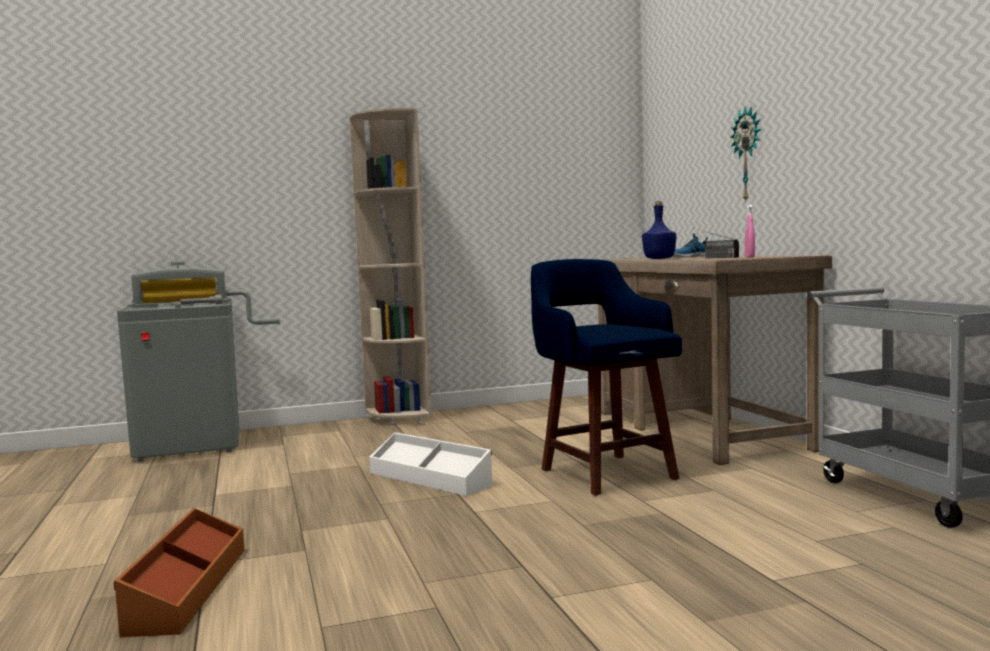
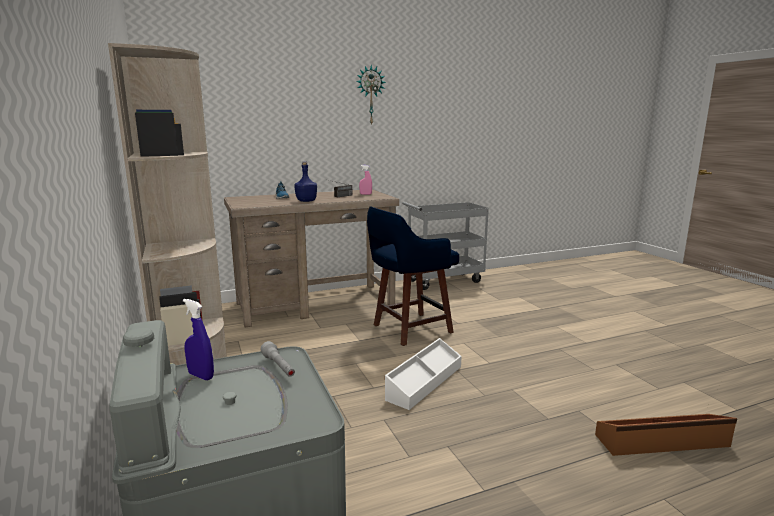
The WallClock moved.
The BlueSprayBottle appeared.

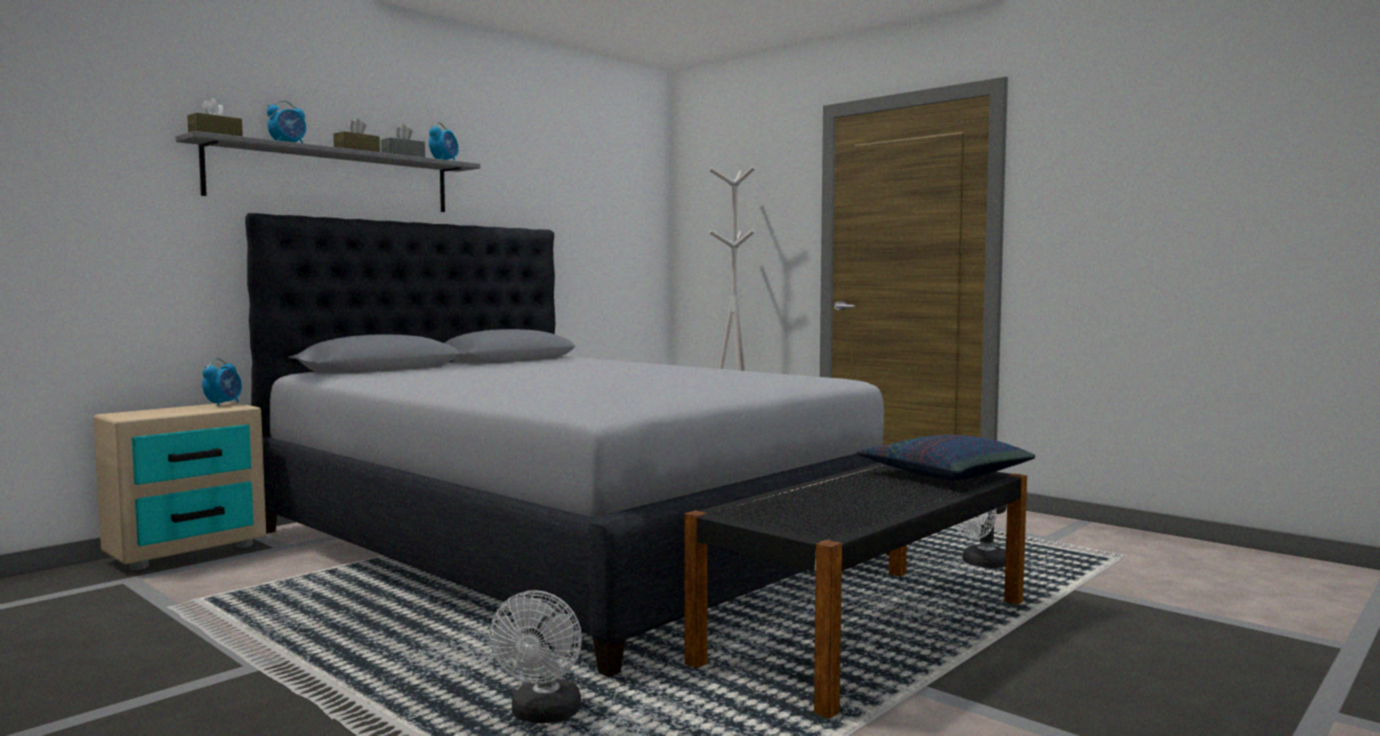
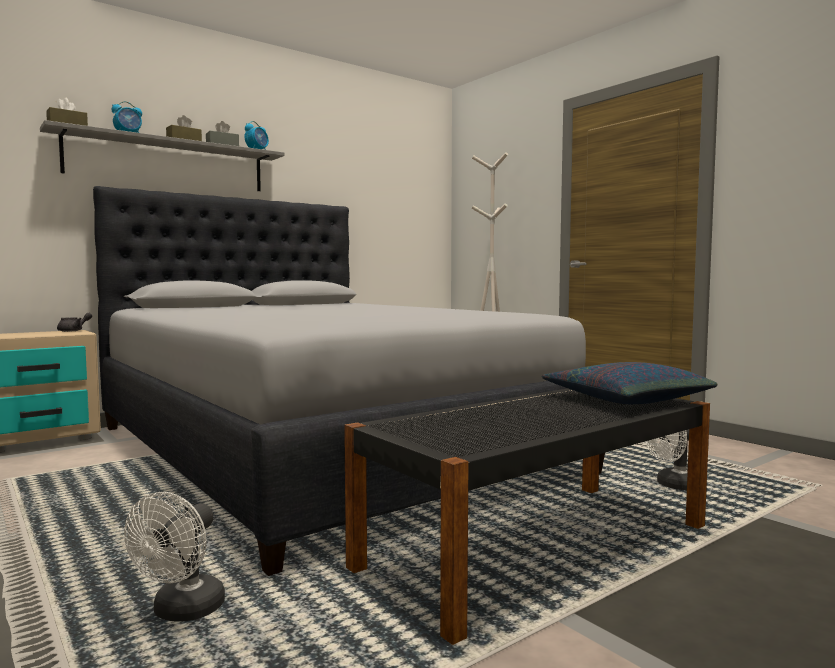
The AlarmClock (no. 1 from left) was replaced by the GreyTeapot.

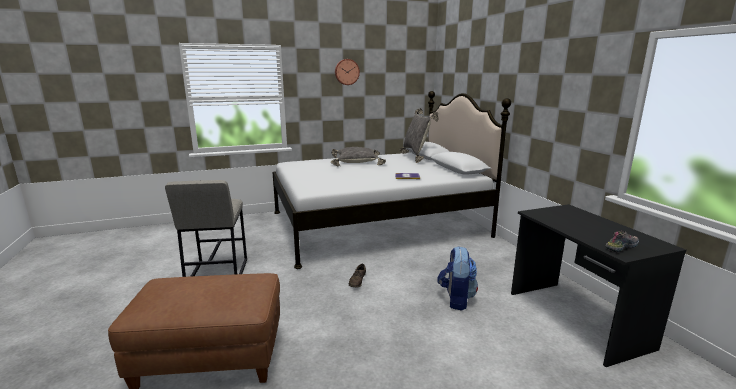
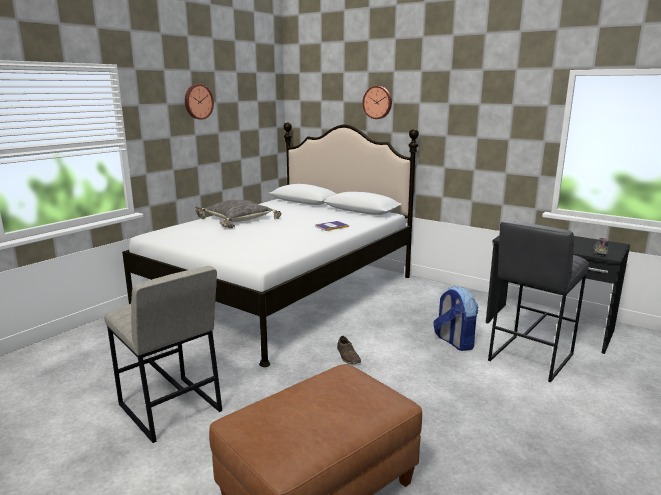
The Pillow (no. 2 from left) disappeared.
The WallClock (no. 2 from left) appeared.
The GreyStool appeared.

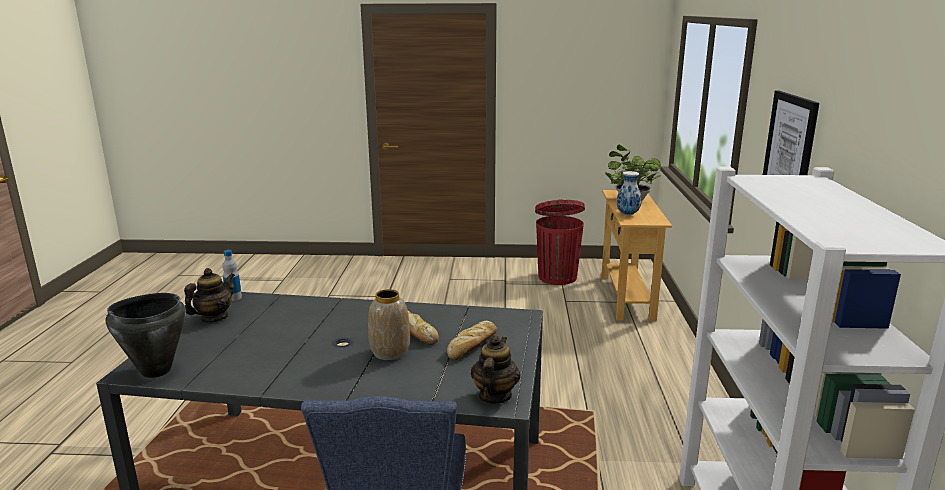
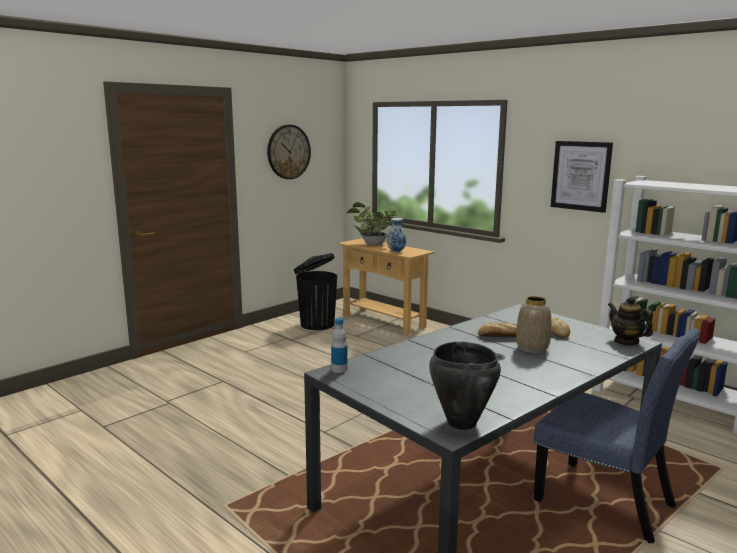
The Teapot (no. 1 from left) disappeared.
The RedTrashCan became the BlackTrashCan.
The WallClock appeared.

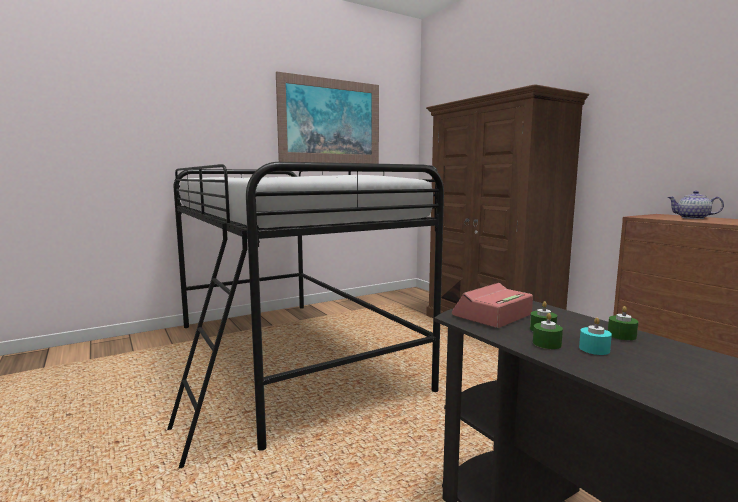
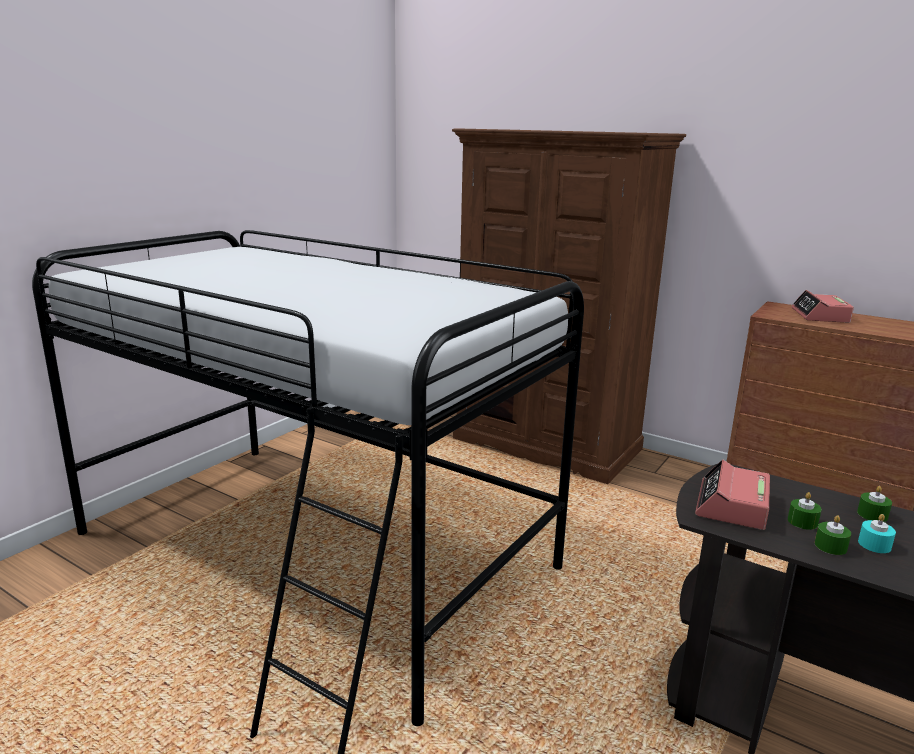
The Picture disappeared.
The Teapot was replaced by the AlarmClock (no. 2 from left).

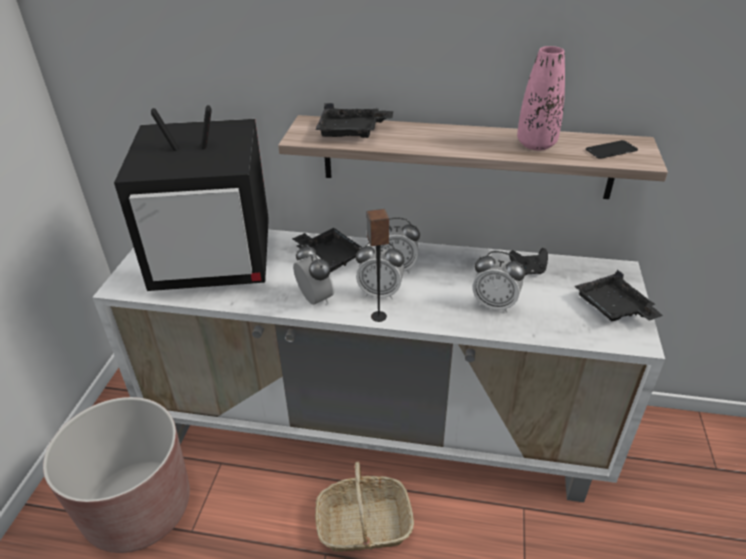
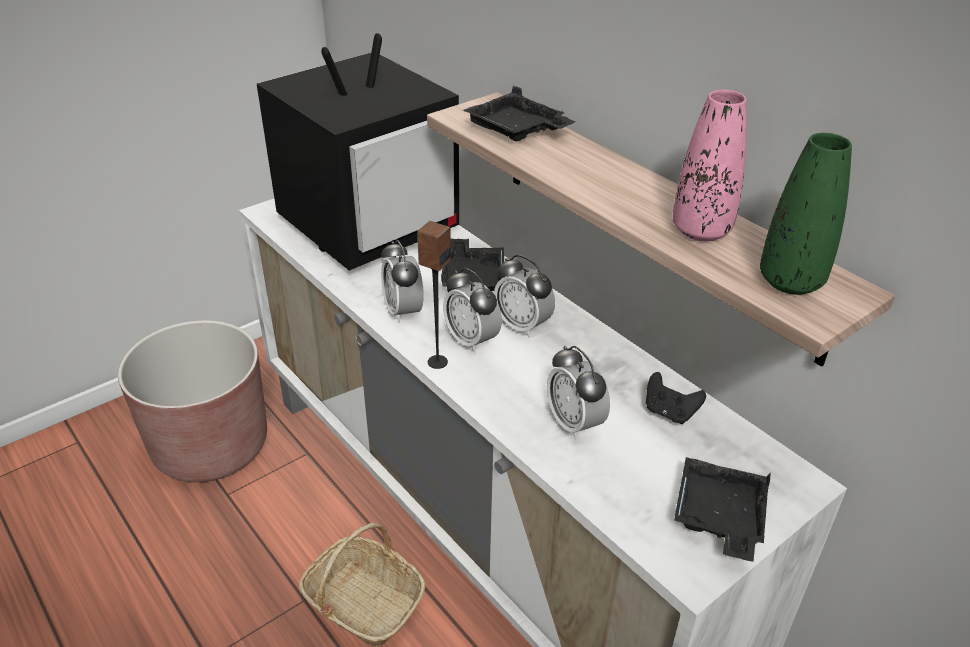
The Television turned 75 degrees counterclockwise.
The AlarmClock (no. 1 from left) turned 150 degrees clockwise.
The Phone was replaced by the GreenVase.

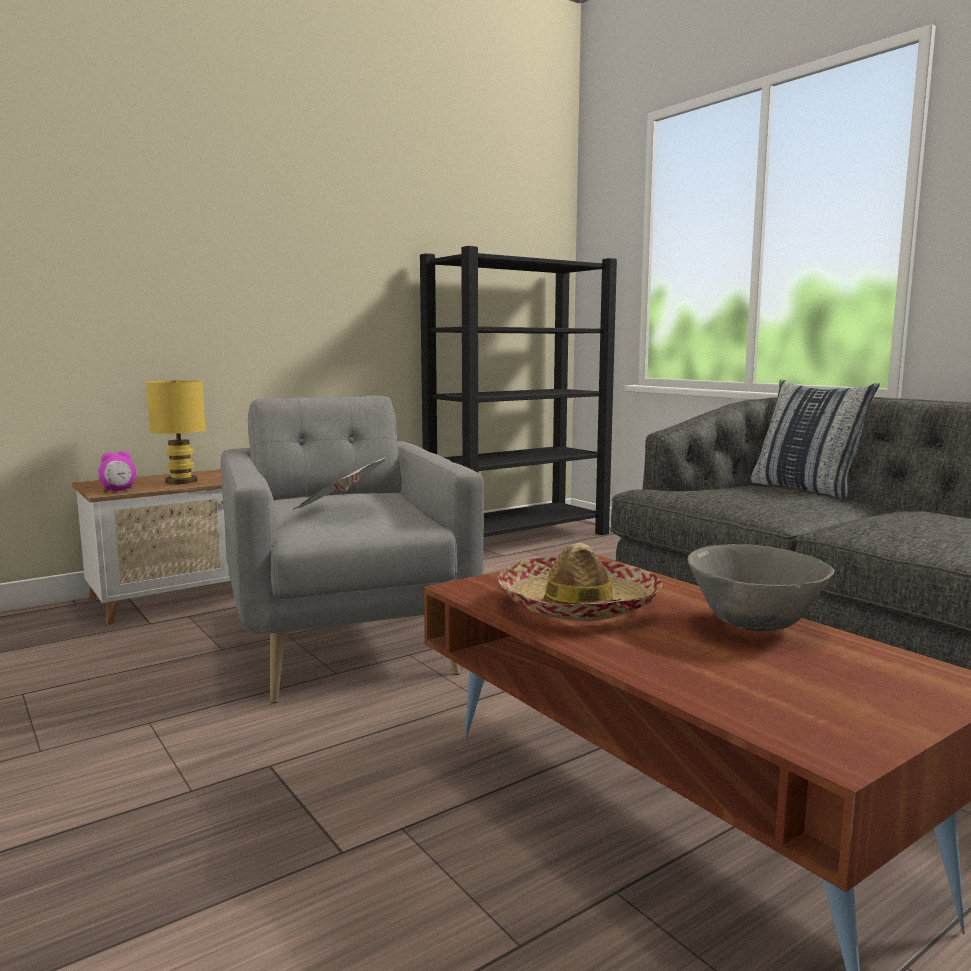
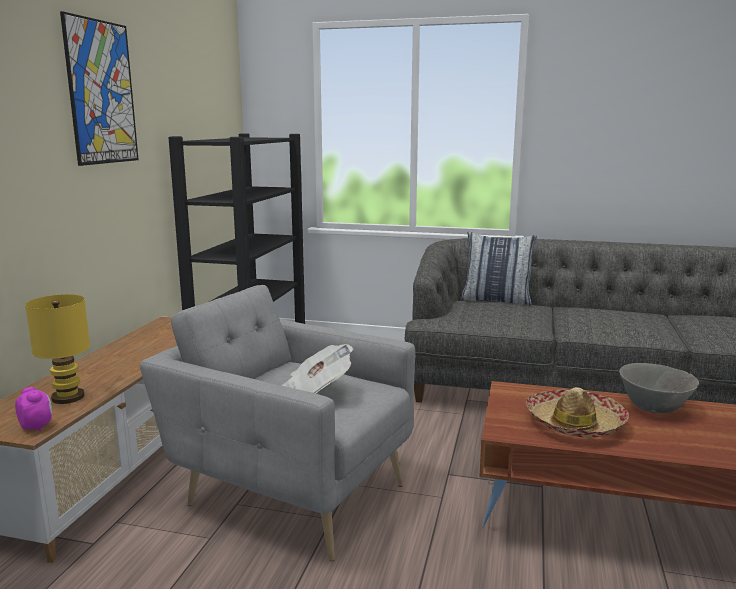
The AlarmClock turned 60 degrees counterclockwise.
The Picture appeared.

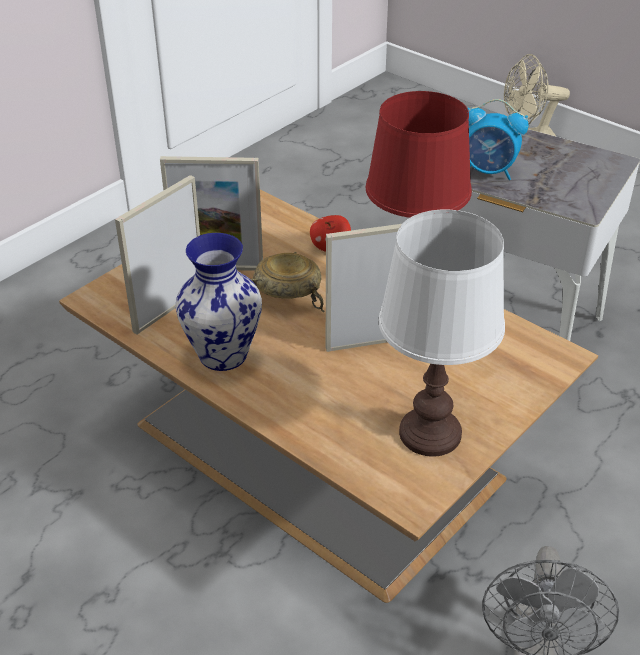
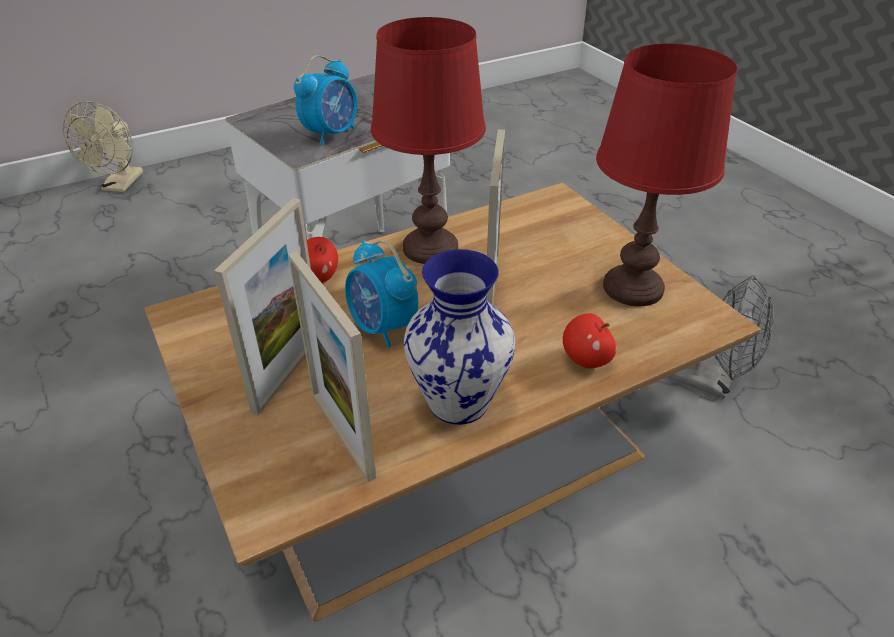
The BeigeBowl was replaced by the AlarmClock (no. 2 from left).
The WhiteTableLamp became the RedTableLamp (no. 2 from left).
The Apple (no. 2 from left) appeared.

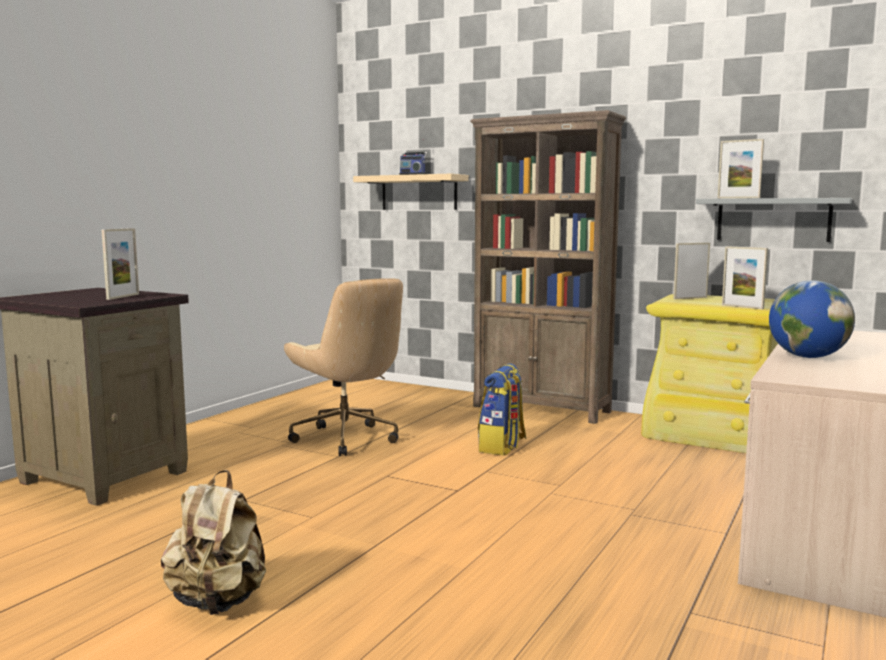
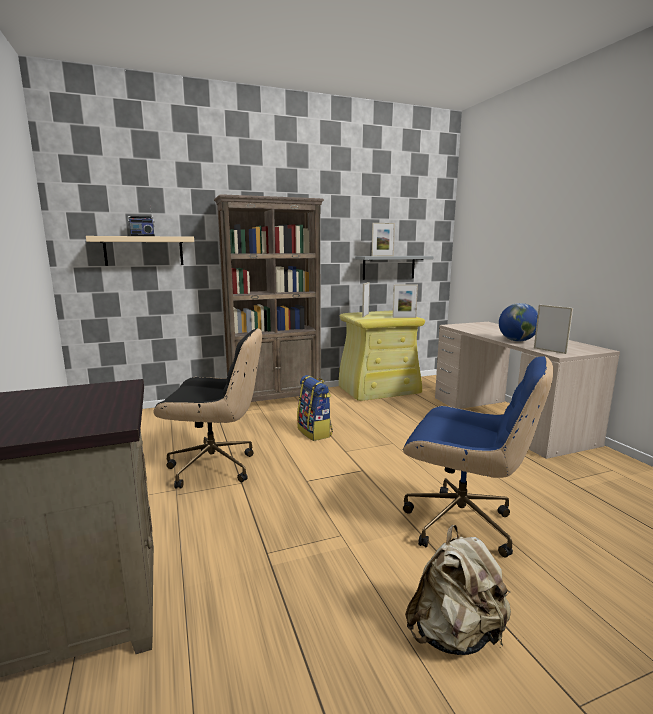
The PictureFrame (no. 1 from left in the first image) moved.
The BeigeOfficeChair became the BlackOfficeChair.
The BlueOfficeChair appeared.

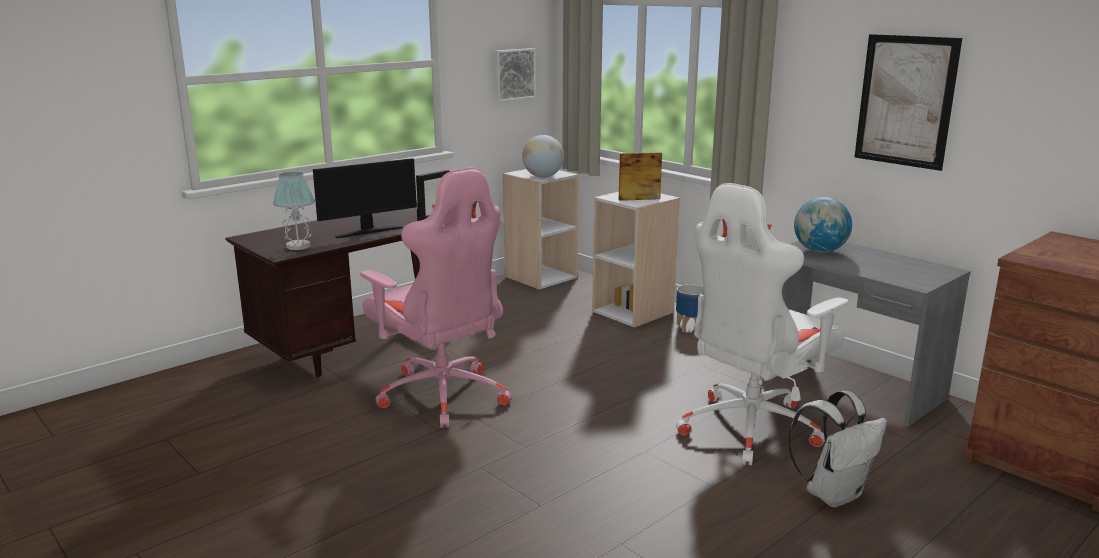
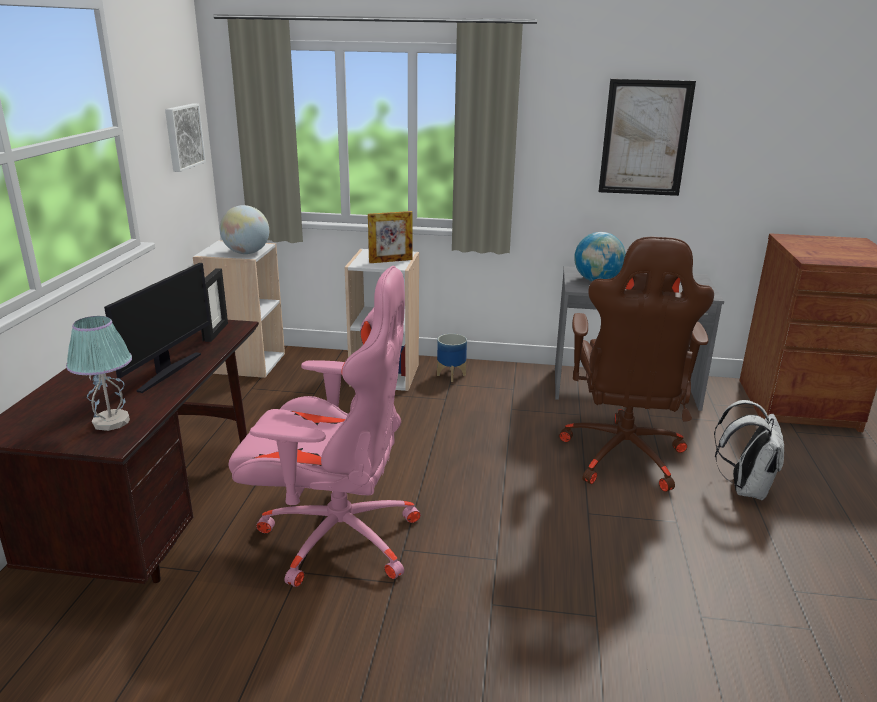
The PictureFrame (no. 2 from left) turned 150 degrees counterclockwise.
The WhiteOfficeChair became the BrownOfficeChair.

